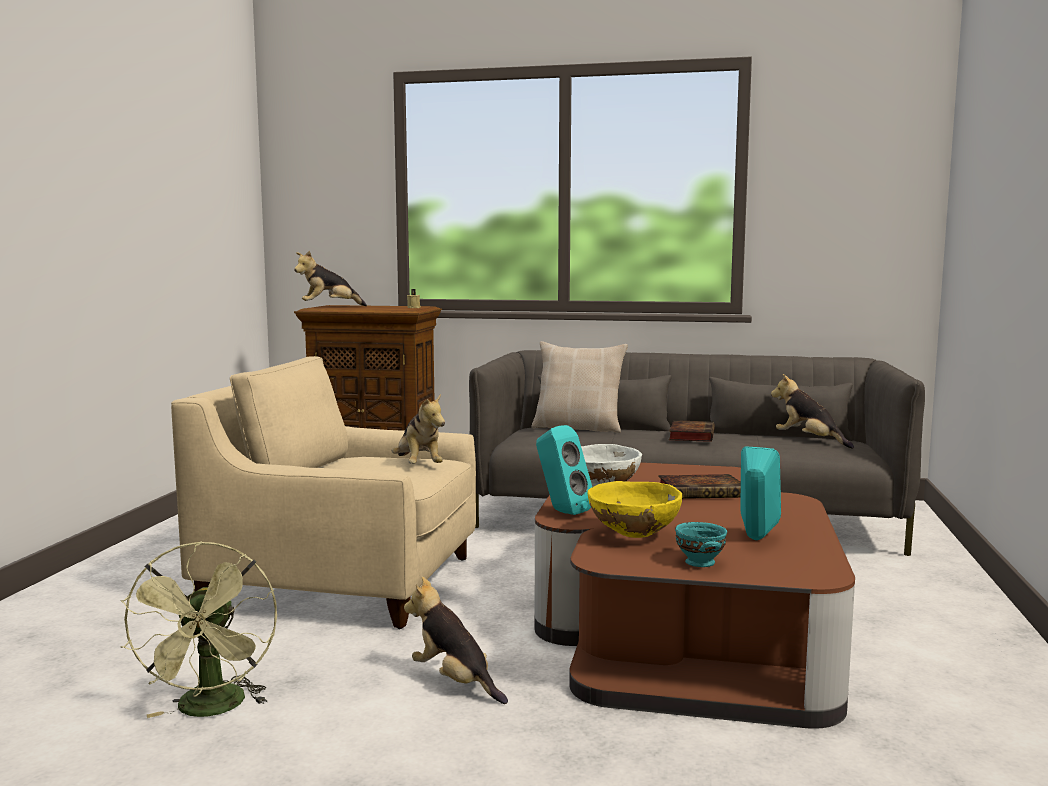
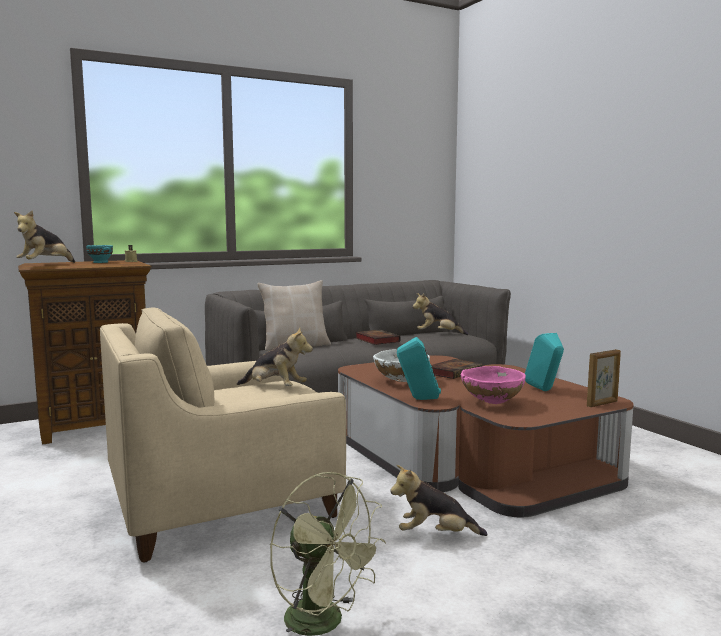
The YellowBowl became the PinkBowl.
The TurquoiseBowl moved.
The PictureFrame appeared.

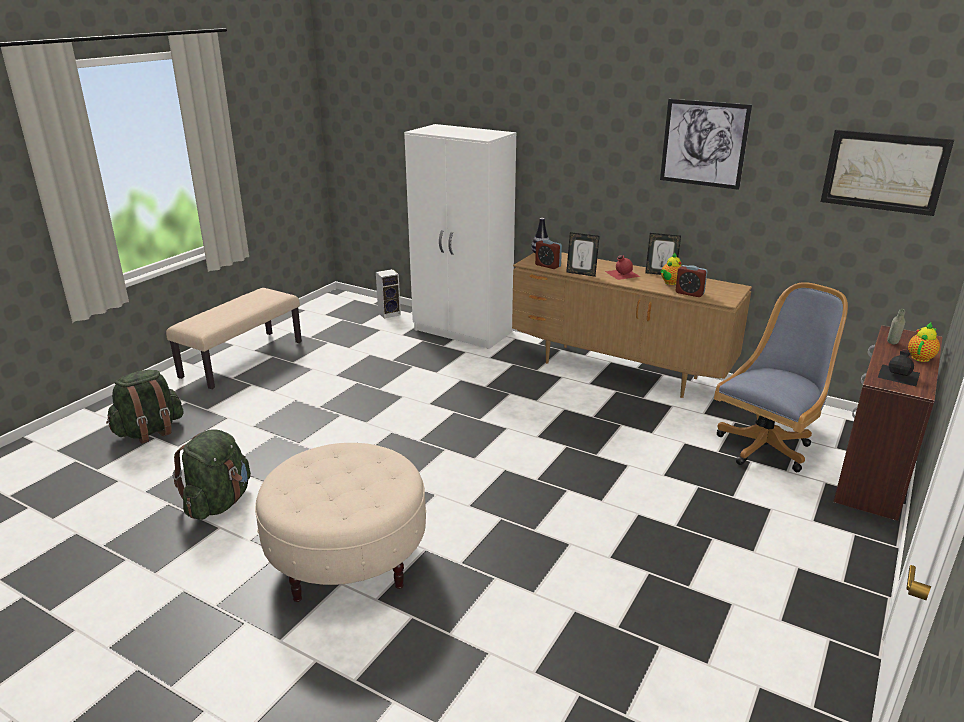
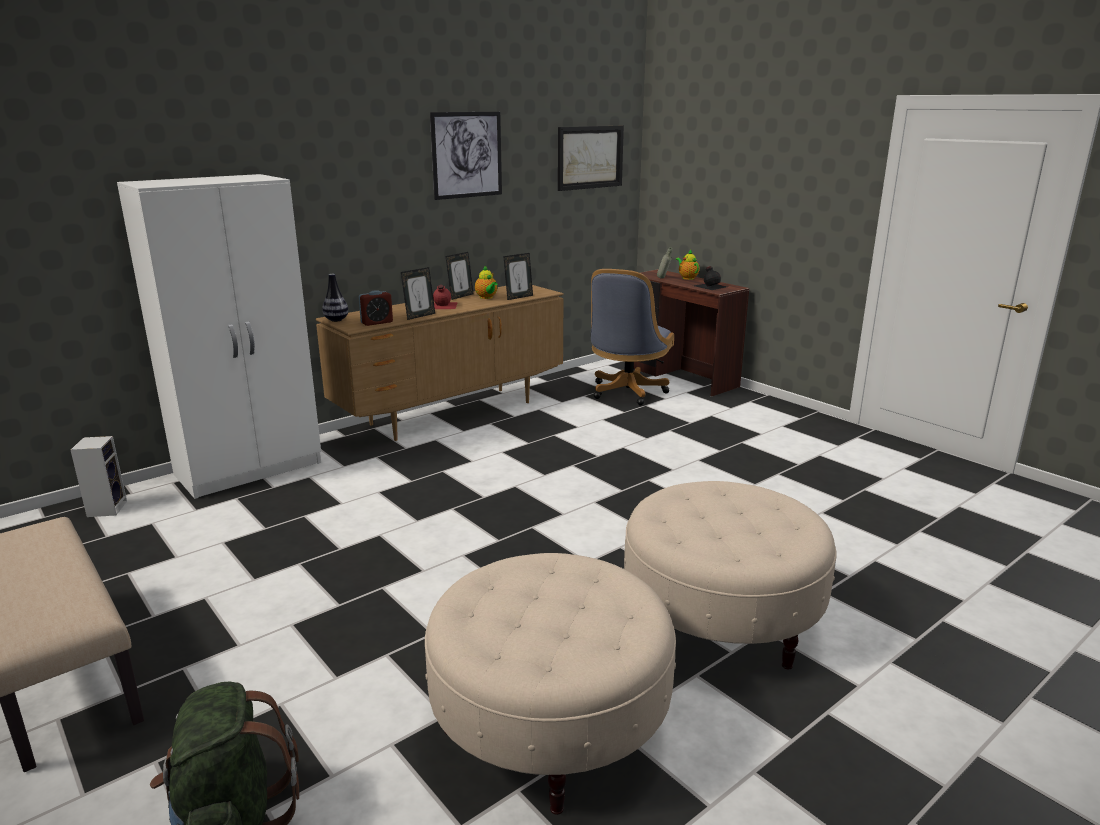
The GreenBackpack (no. 2 from left) was replaced by the BeigeOttoman (no. 1 from left).
The AlarmClock (no. 2 from left) was replaced by the PictureFrame (no. 3 from left).
The BlueOfficeChair turned 135 degrees counterclockwise.

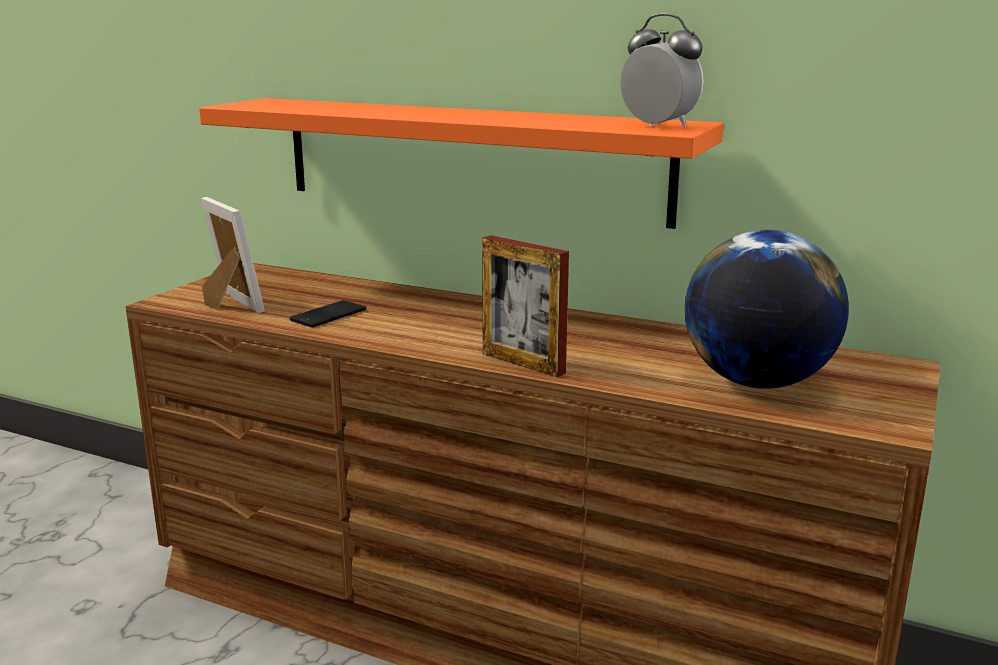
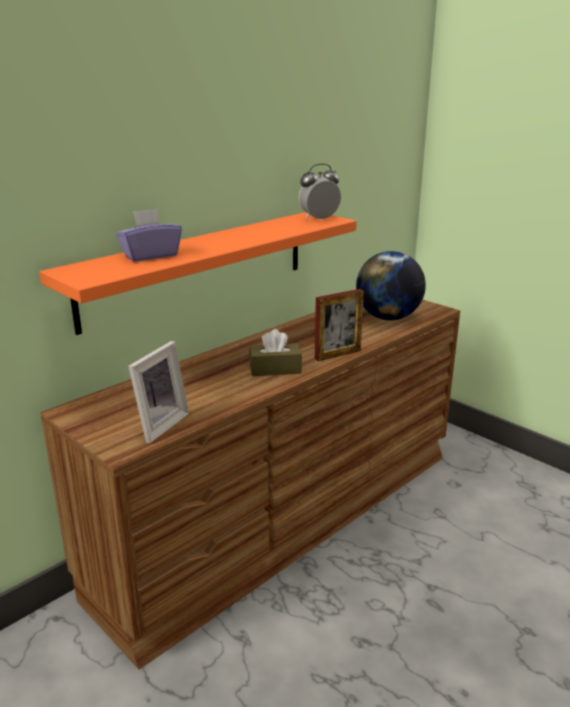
The PictureFrame (no. 1 from left) turned 135 degrees clockwise.
The Phone disappeared.
The PurpleTissueBox appeared.
The BrownTissueBox appeared.

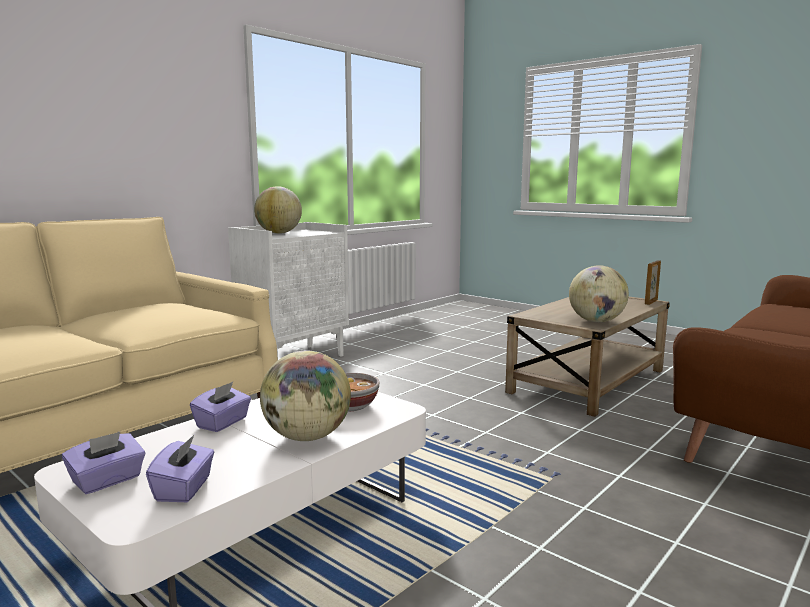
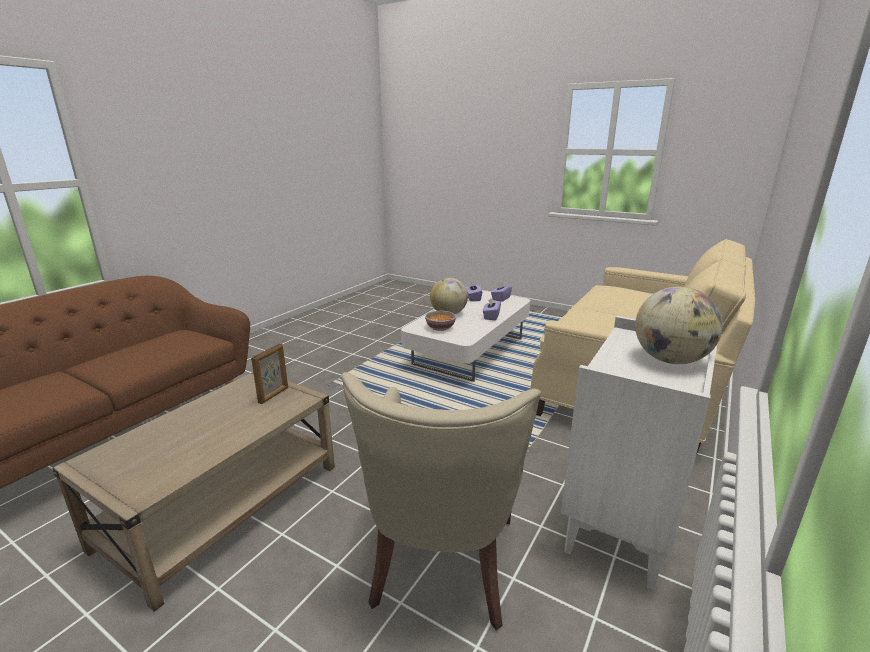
The Globe (no. 3 from left) disappeared.
The PictureFrame moved.
The BeigeArmchair appeared.

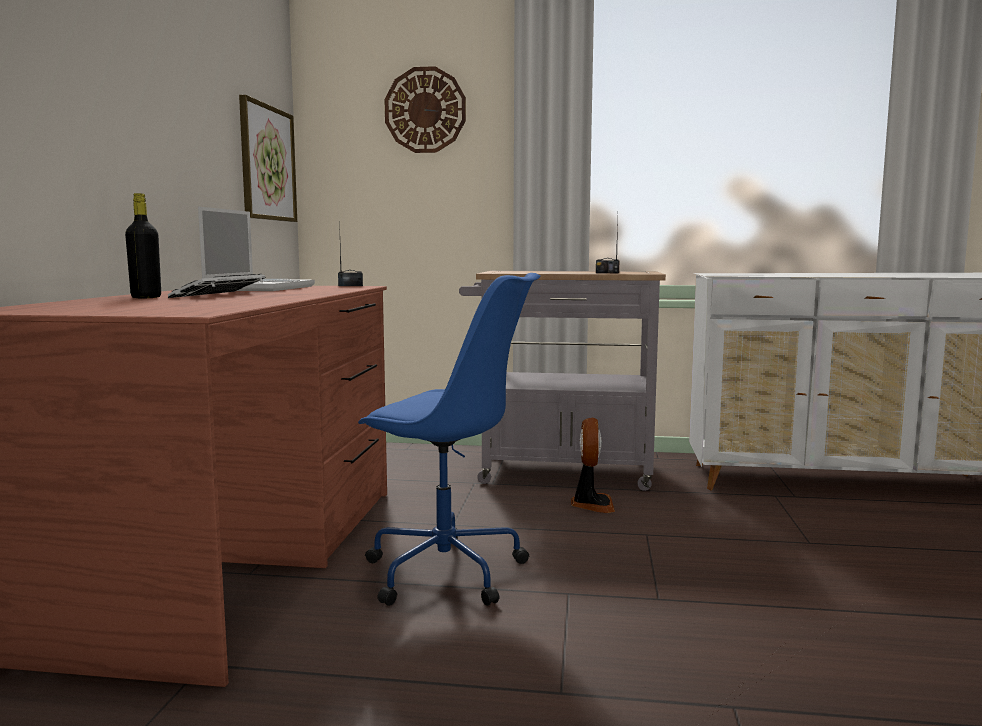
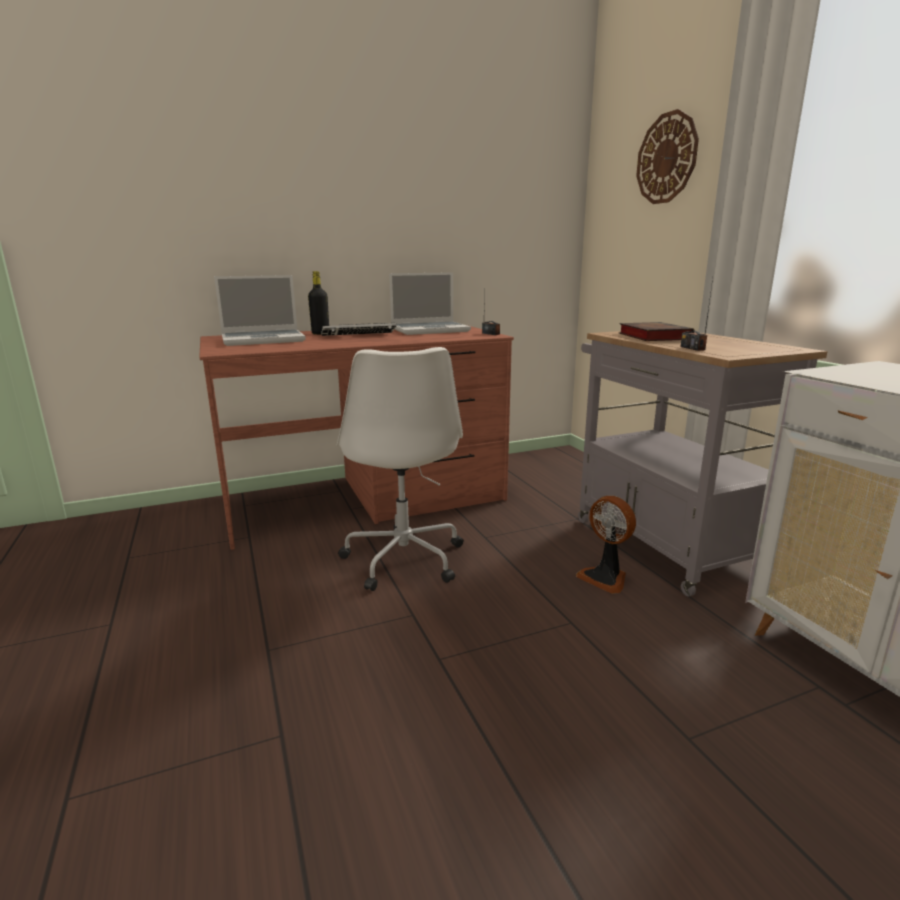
The Picture disappeared.
The BlueOfficeChair became the WhiteOfficeChair.
The Fan turned 75 degrees clockwise.
The Laptop (no. 1 from left) appeared.
The Book appeared.

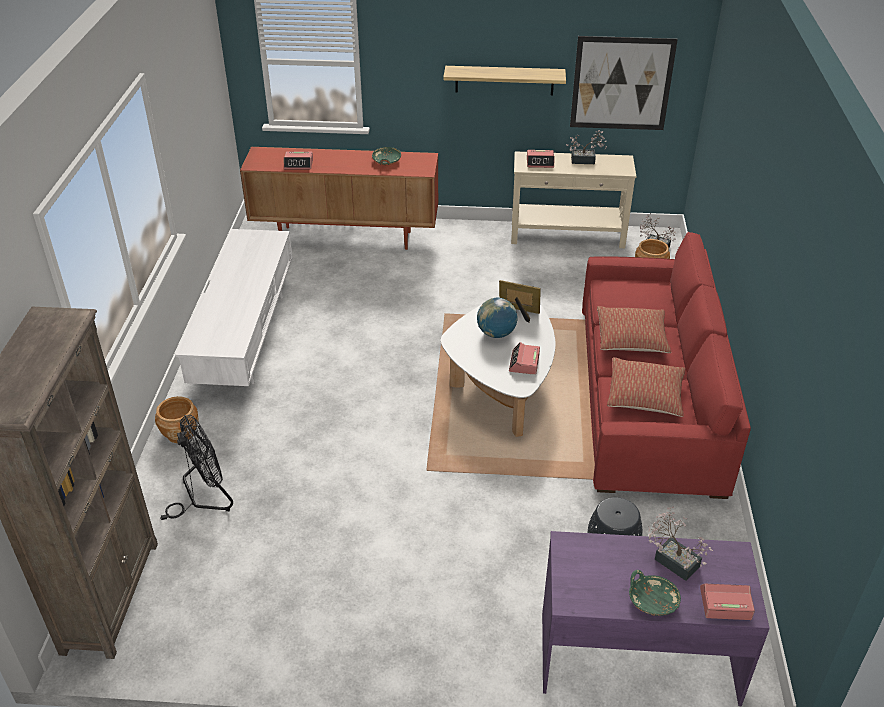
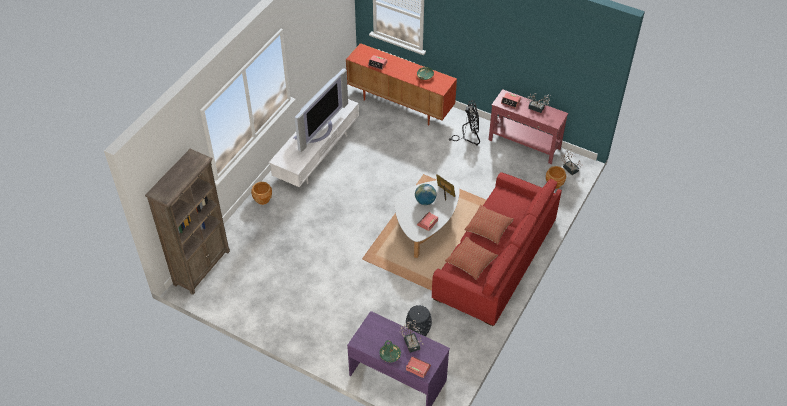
The BlackFan moved.
The Shelf disappeared.
The BeigeConsoleTable became the RedConsoleTable.
The Picture disappeared.
The Television appeared.

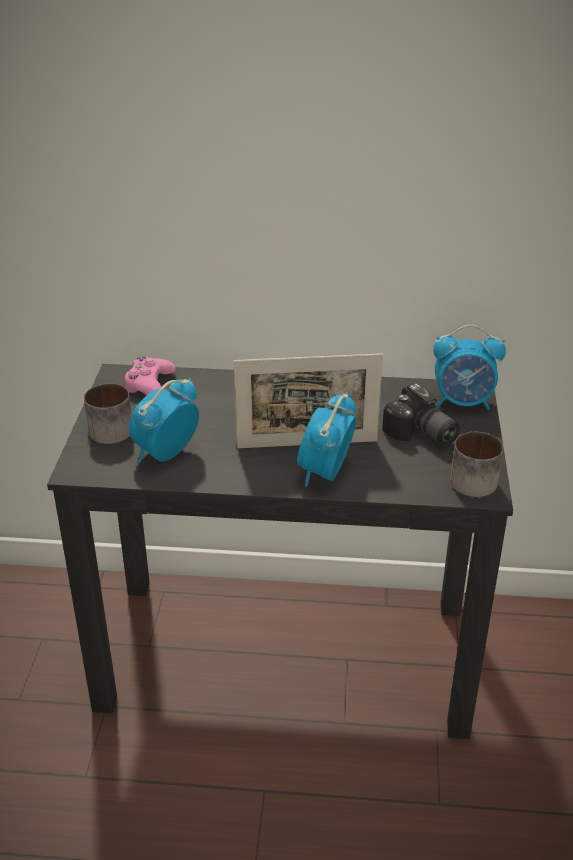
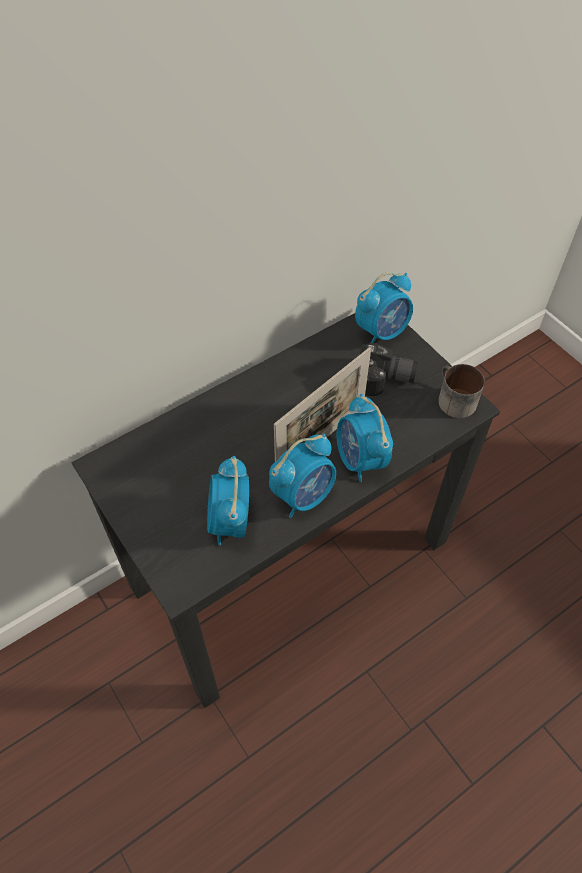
The Mug (no. 1 from left) disappeared.
The PinkGameController disappeared.
The AlarmClock (no. 2 from left) appeared.

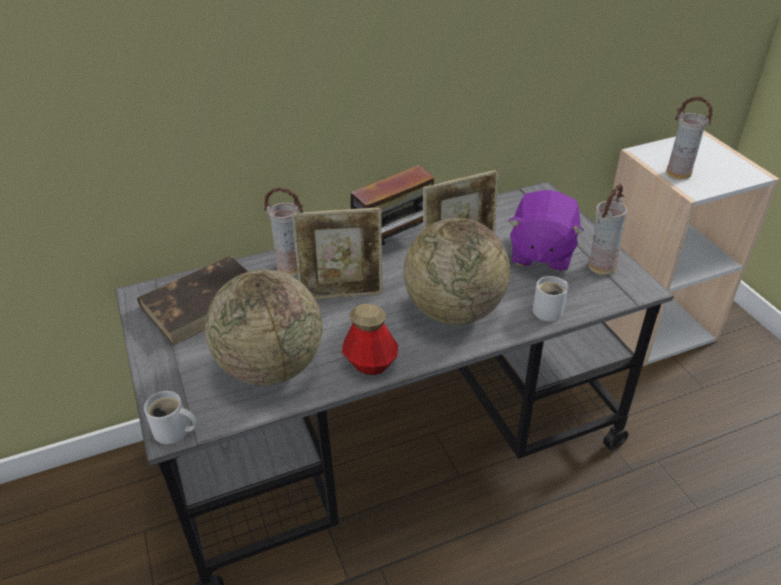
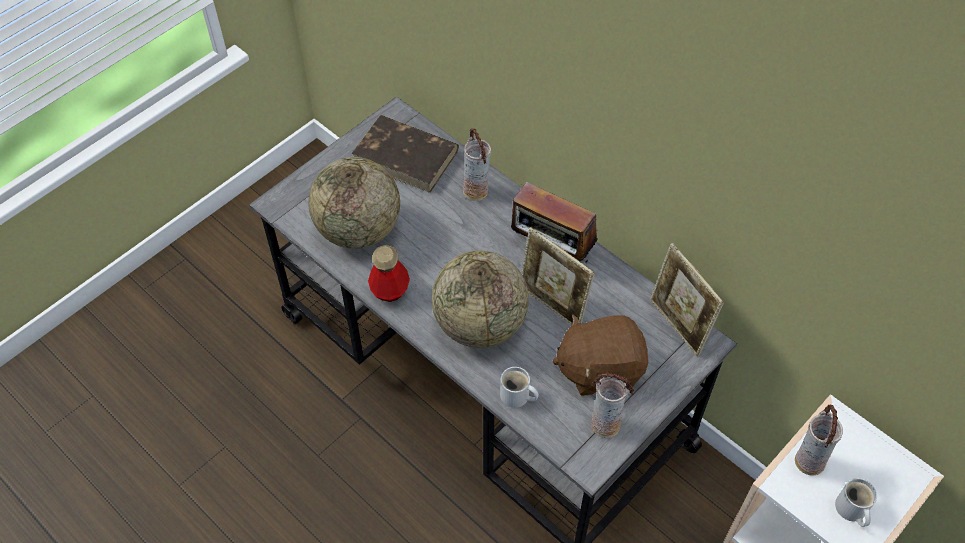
The WhiteMug (no. 1 from left in the first image) moved.
The PictureFrame (no. 1 from left in the first image) moved.
The PurplePlushToy became the BrownPlushToy.

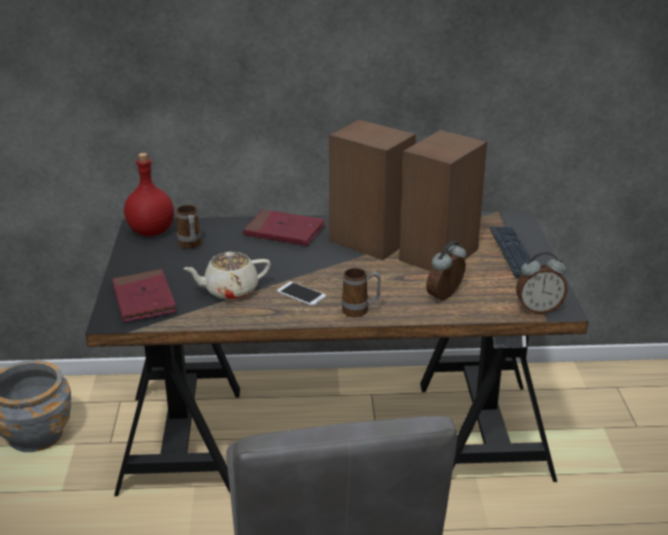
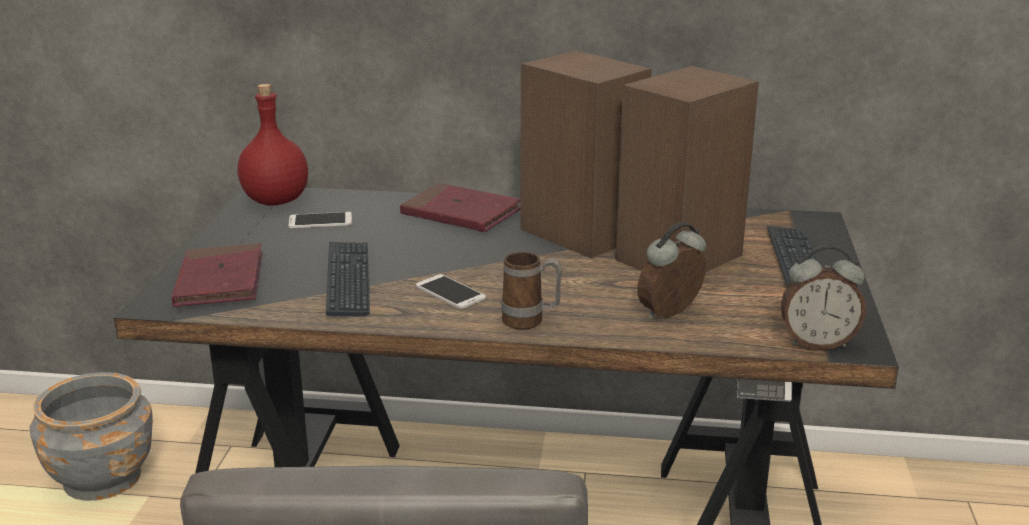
The Mug (no. 1 from left) was replaced by the Phone (no. 1 from left).
The BeigeTeapot was replaced by the Keyboard (no. 1 from left).

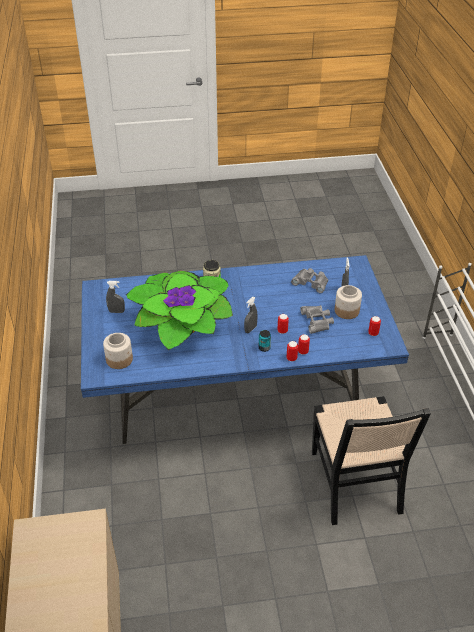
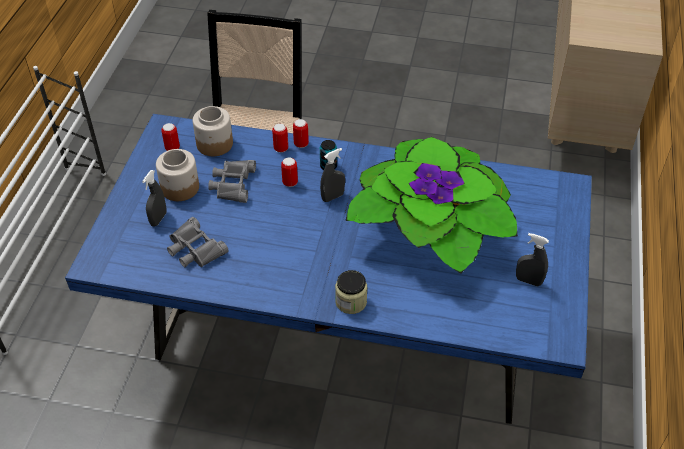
The Jar (no. 1 from left in the first image) moved.

